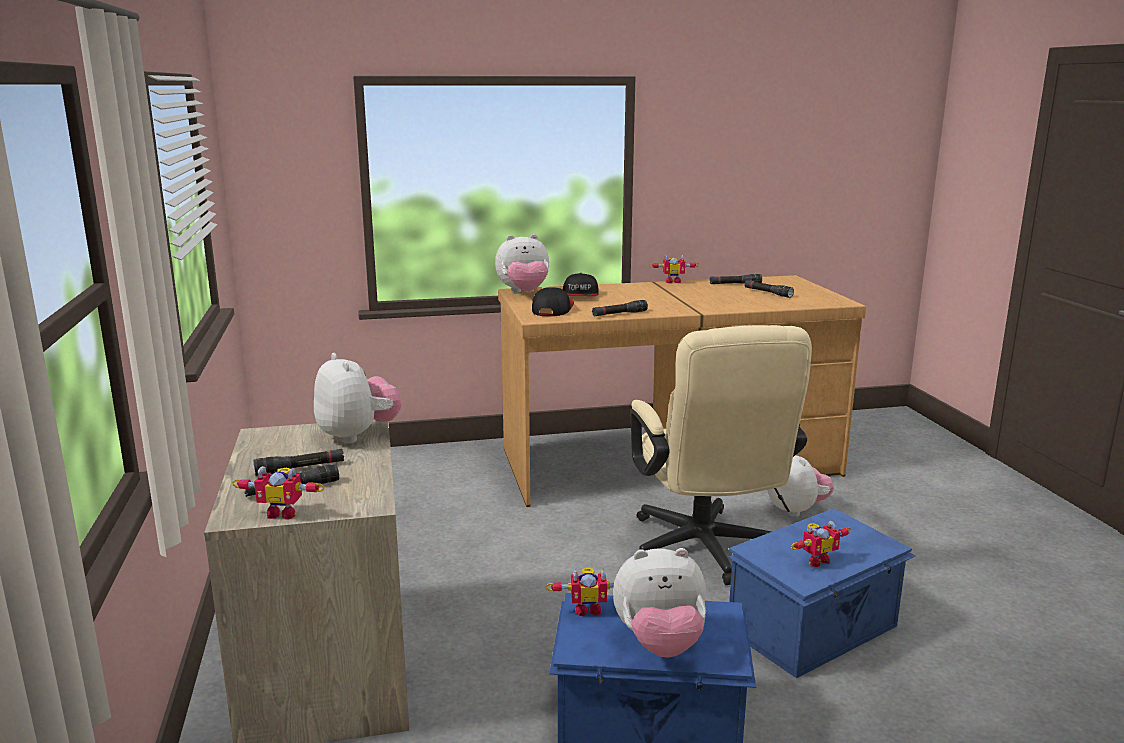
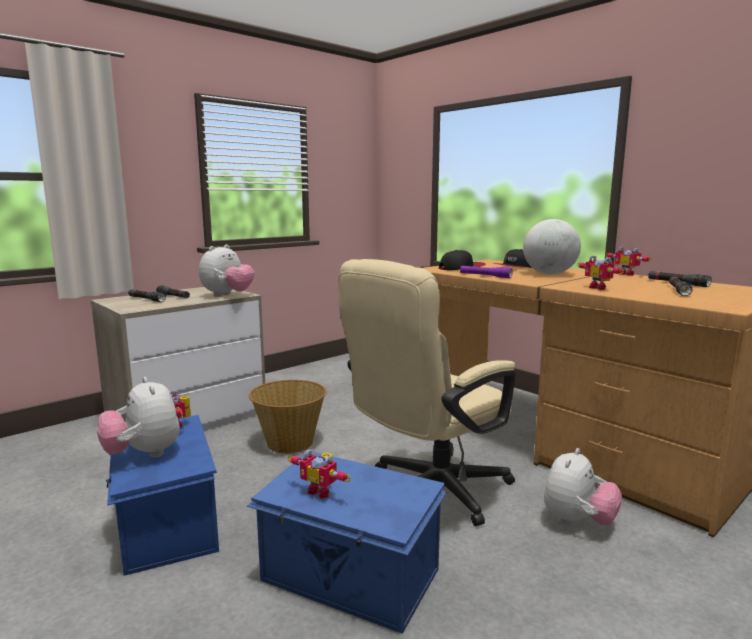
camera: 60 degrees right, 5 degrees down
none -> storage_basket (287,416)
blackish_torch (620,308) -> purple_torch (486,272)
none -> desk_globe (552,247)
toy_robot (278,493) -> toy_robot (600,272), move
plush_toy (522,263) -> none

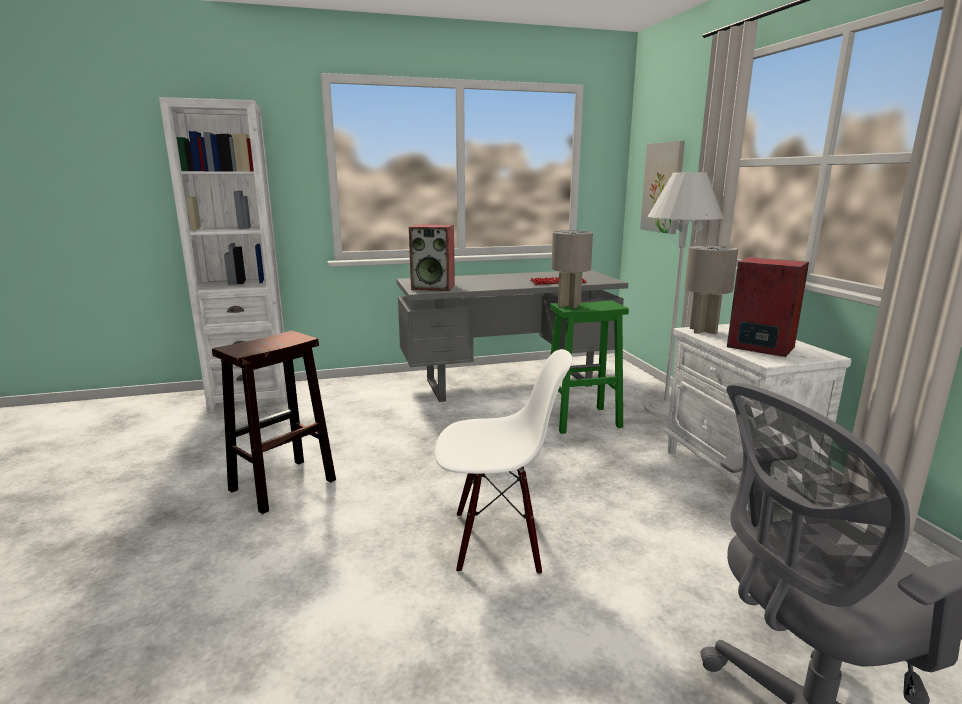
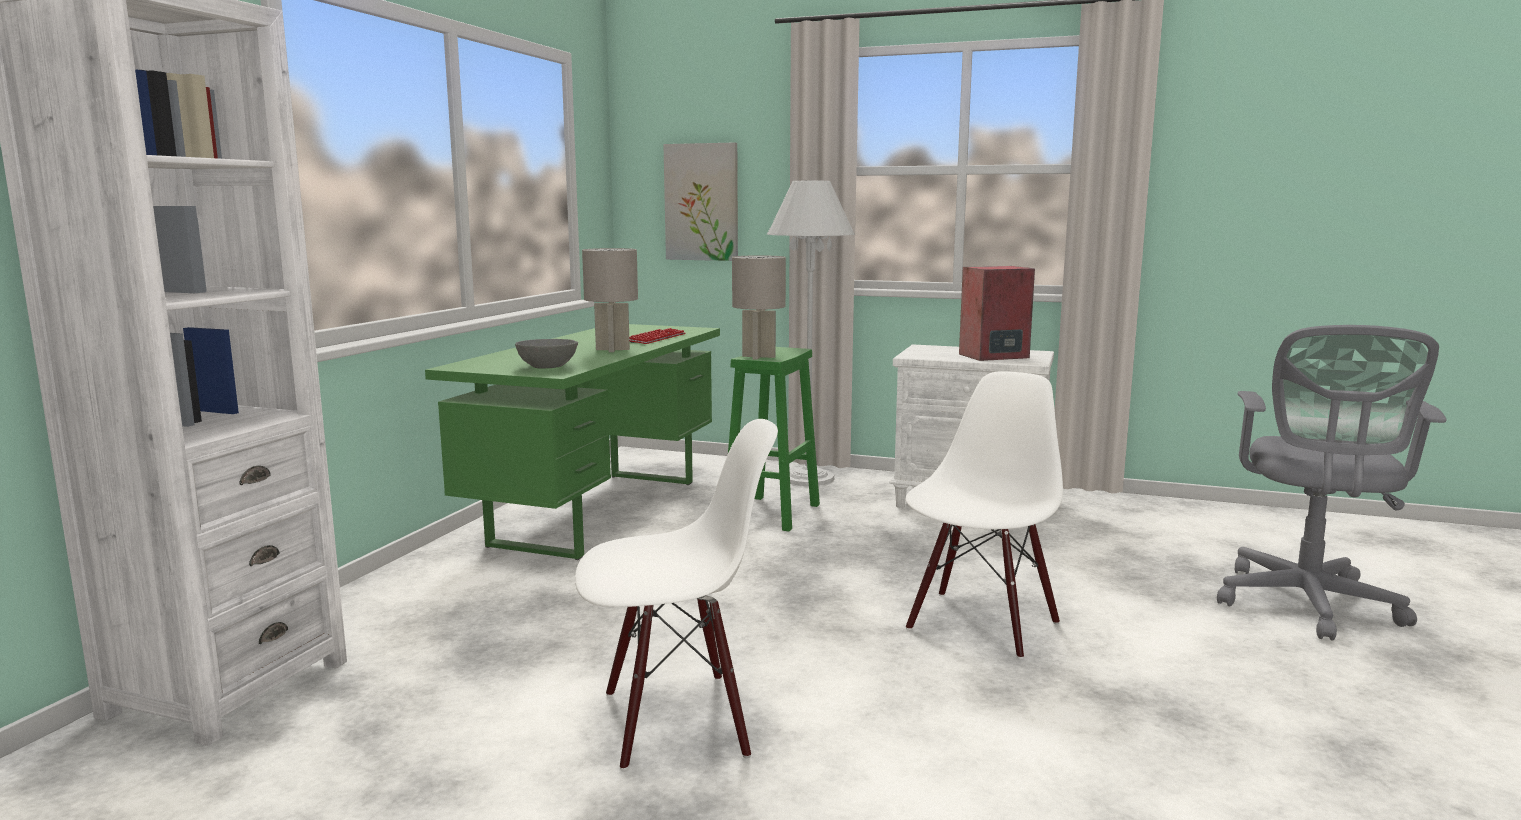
camera: 55 degrees left, 5 degrees down
gray_desk (512,336) -> greenish_desk (572,442)
loudspeaker (432,257) -> gray_deep_dish (546,354)
brown_stool (274,422) -> white-coloured_upright_chair (676,595)
gray_tabletop_lamp (711,289) -> gray_tabletop_lamp (610,300), move

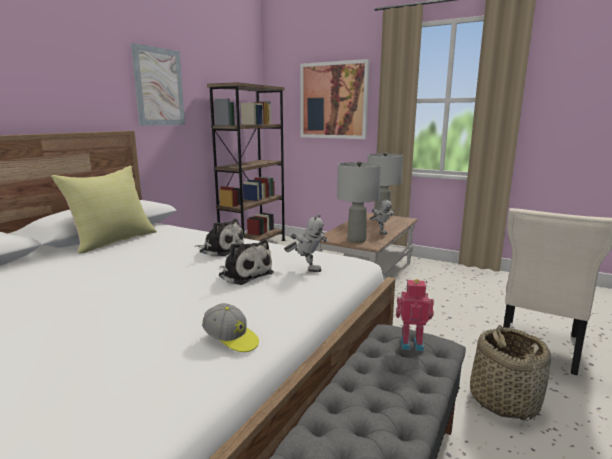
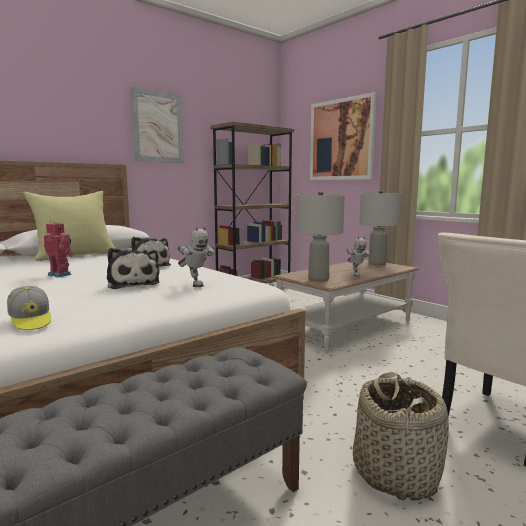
camera: 20 degrees right, 5 degrees down
toy_robot (415,315) -> toy_robot (59,249), move

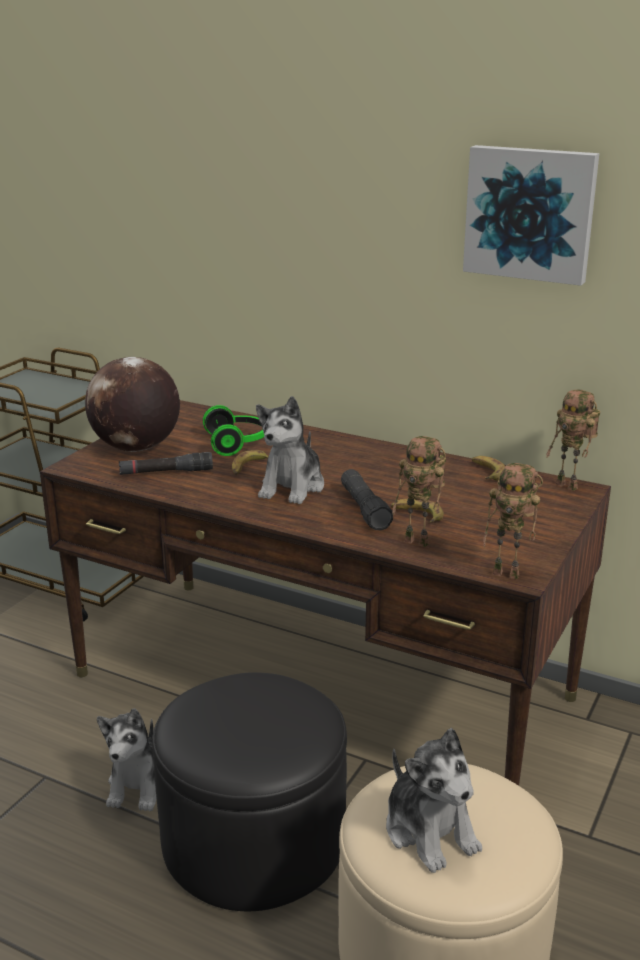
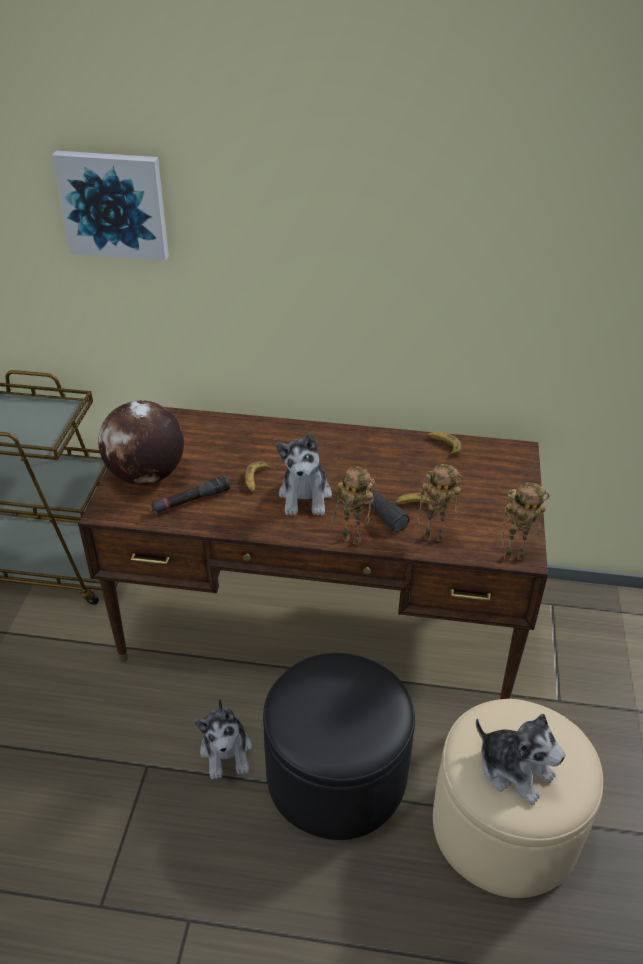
camera: 20 degrees left, 15 degrees up
picture (531,215) -> picture (110,206), move
toy_robot (573,440) -> toy_robot (353,506), move
headset (233,430) -> none

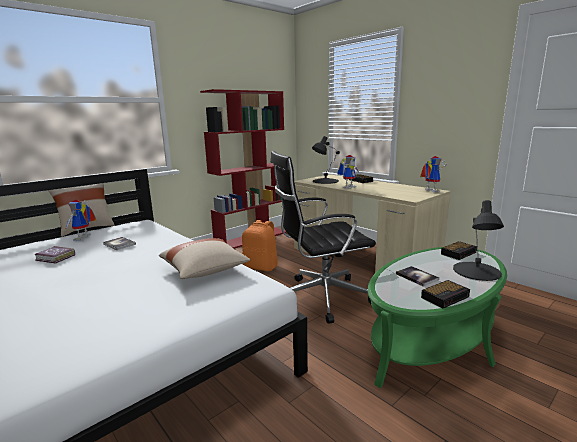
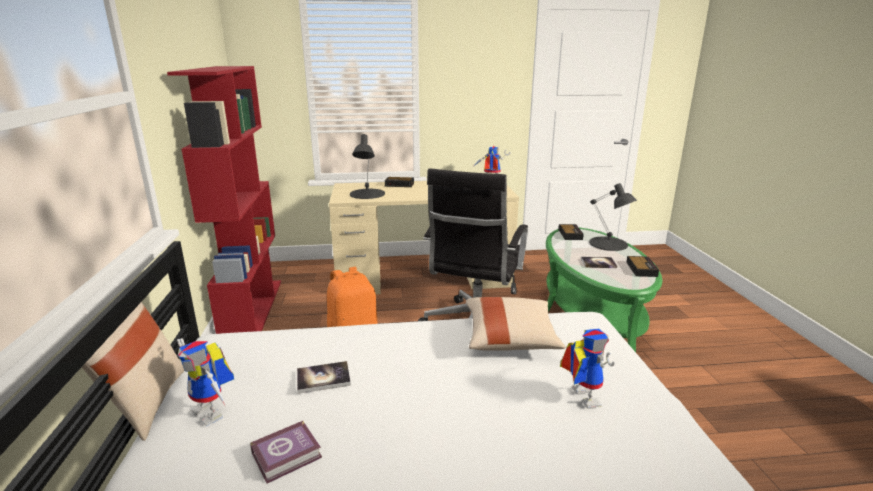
camera: 55 degrees left, 5 degrees up
toy_robot (348,172) -> toy_robot (587,368), move

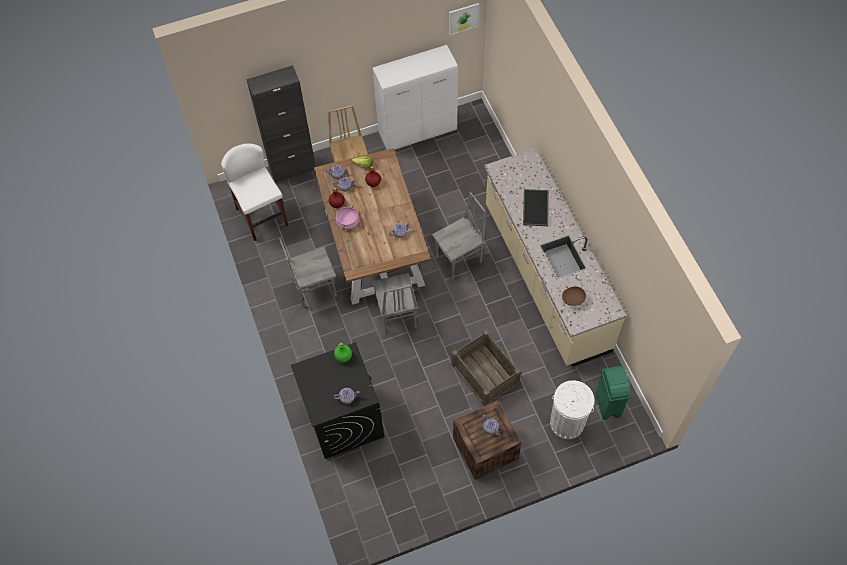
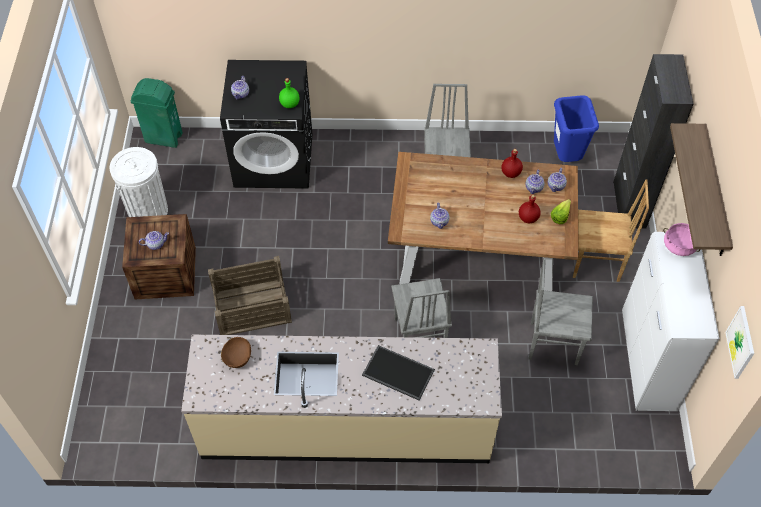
camera: 110 degrees right, 5 degrees down
white-coloured_waste_bin (572,409) -> white-coloured_waste_bin (138,182), move
greenish_waste_bin (613,393) -> greenish_waste_bin (156,113), move
gray_upright_chair (395,304) -> gray_upright_chair (561,311), move
white-coloured_stool (254,192) -> blue_waste_bin (576,128)
pink-coloured_saucepot (347,218) -> pink-coloured_saucepot (681,239), move
none -> wall_shelf (701,189)

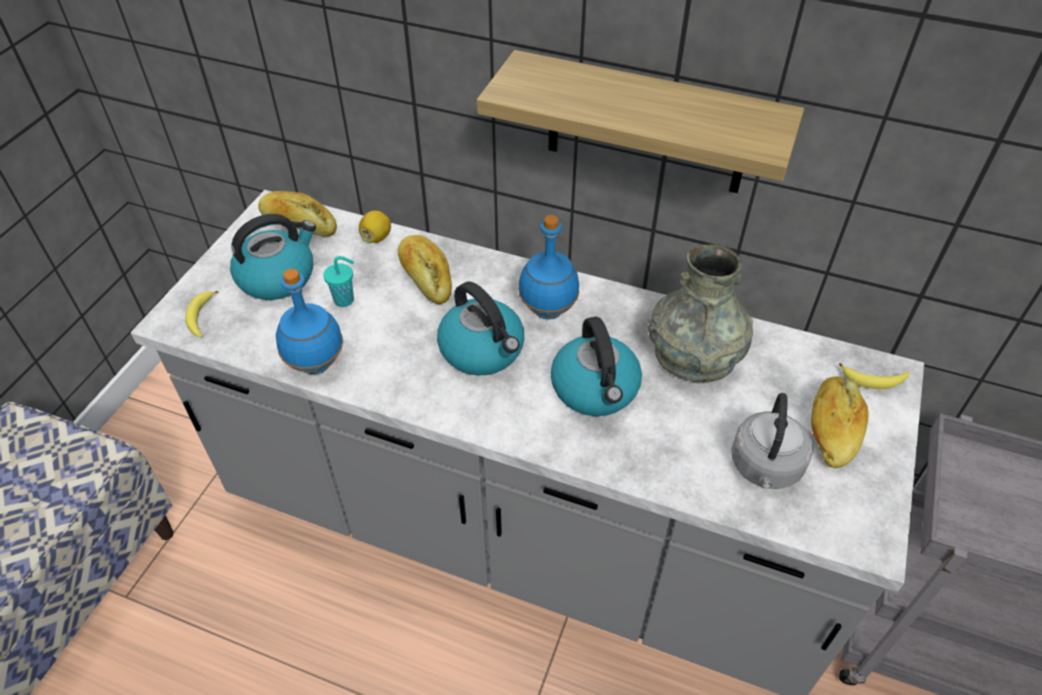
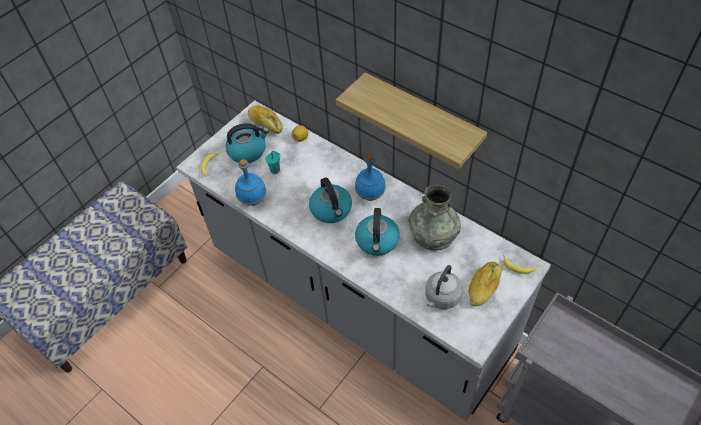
camera: 20 degrees right, 5 degrees up
bakery_bread (425,269) -> none

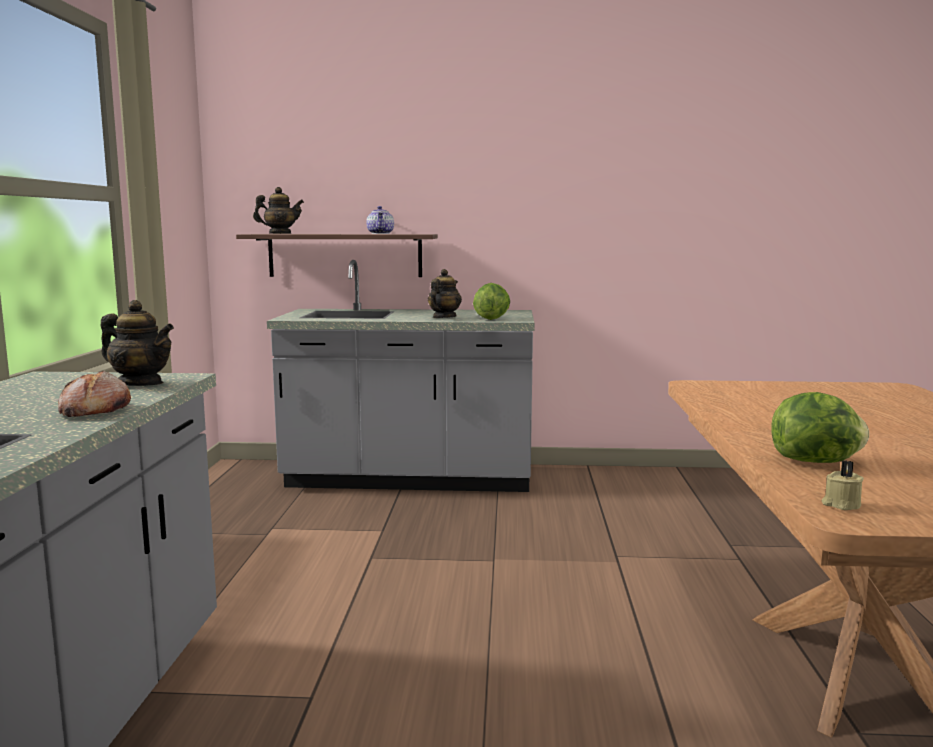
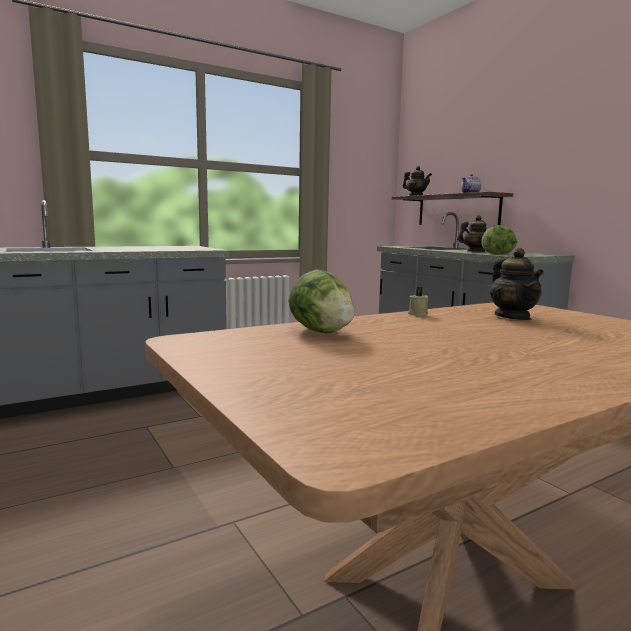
camera: 55 degrees right, 0 degrees up
sand-coloured_candle (843,485) -> sand-coloured_candle (418,301), move
tea_pot (137,343) -> tea_pot (517,284), move
bakery_bread (94,394) -> none

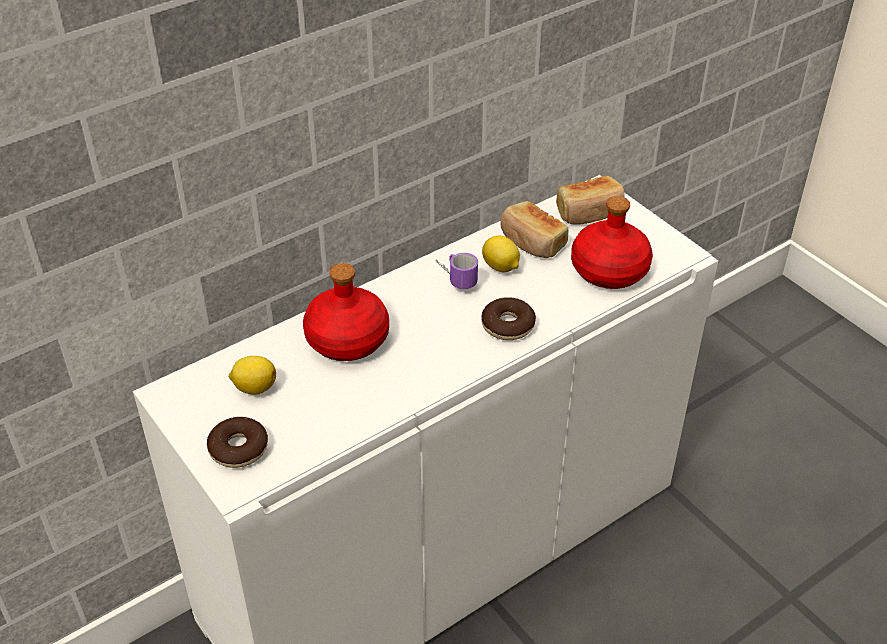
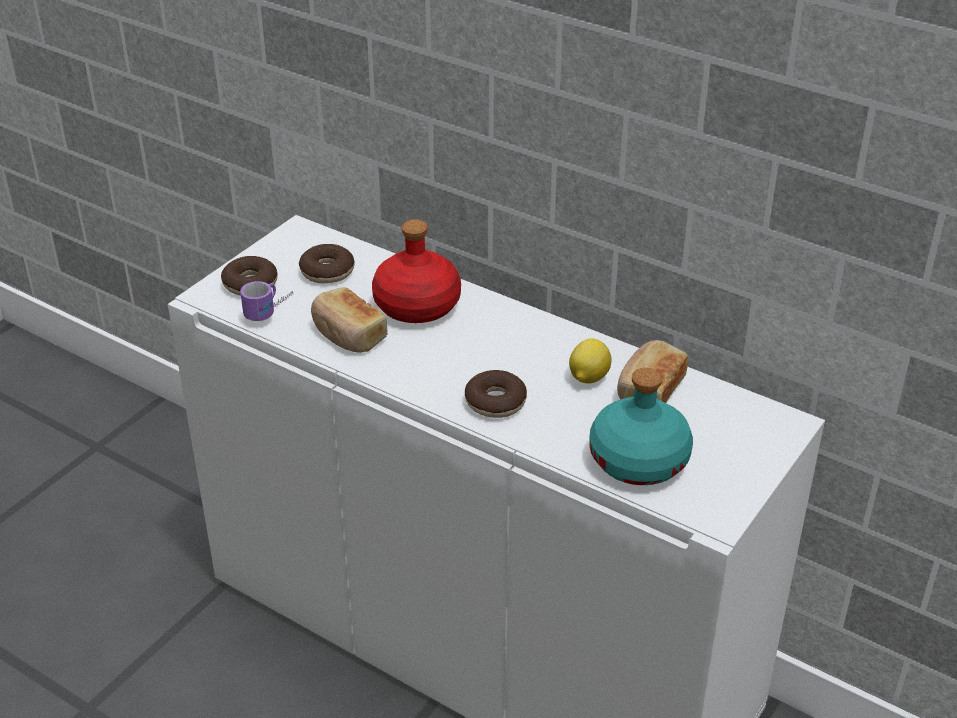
camera: 70 degrees right, 5 degrees down
mug (457,271) -> mug (266,301), move
citrus_fruit (252,375) -> ring_doughnut (327,263)
bakery_bread (590,200) -> bakery_bread (349,320), move
red-coloured_drink_bottle (612,242) -> turquoise_drink_bottle (641,426)

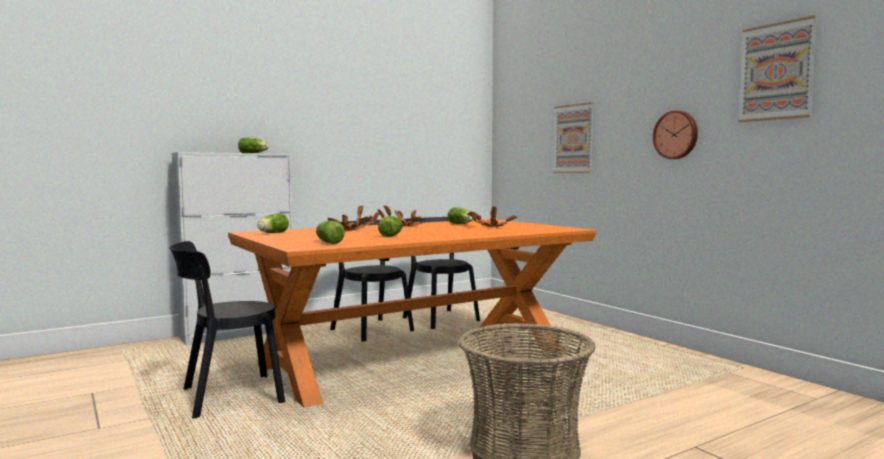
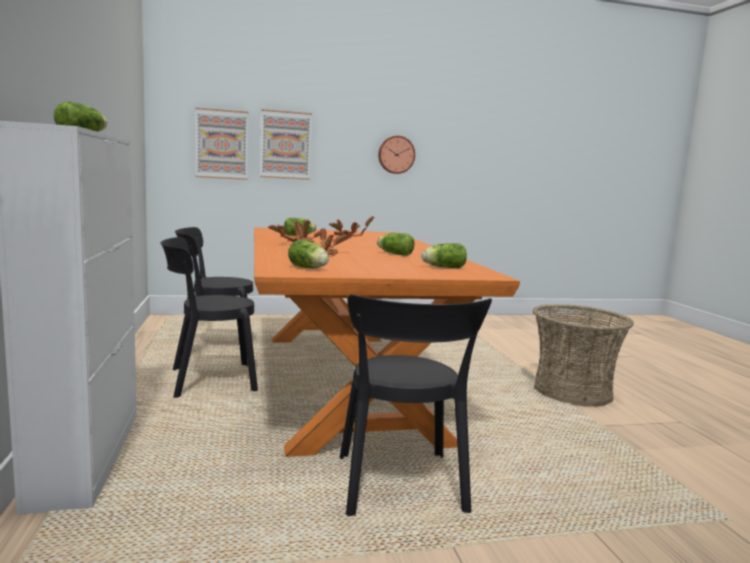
camera: 70 degrees left, 5 degrees up
picture (778,68) -> picture (222,143), move

